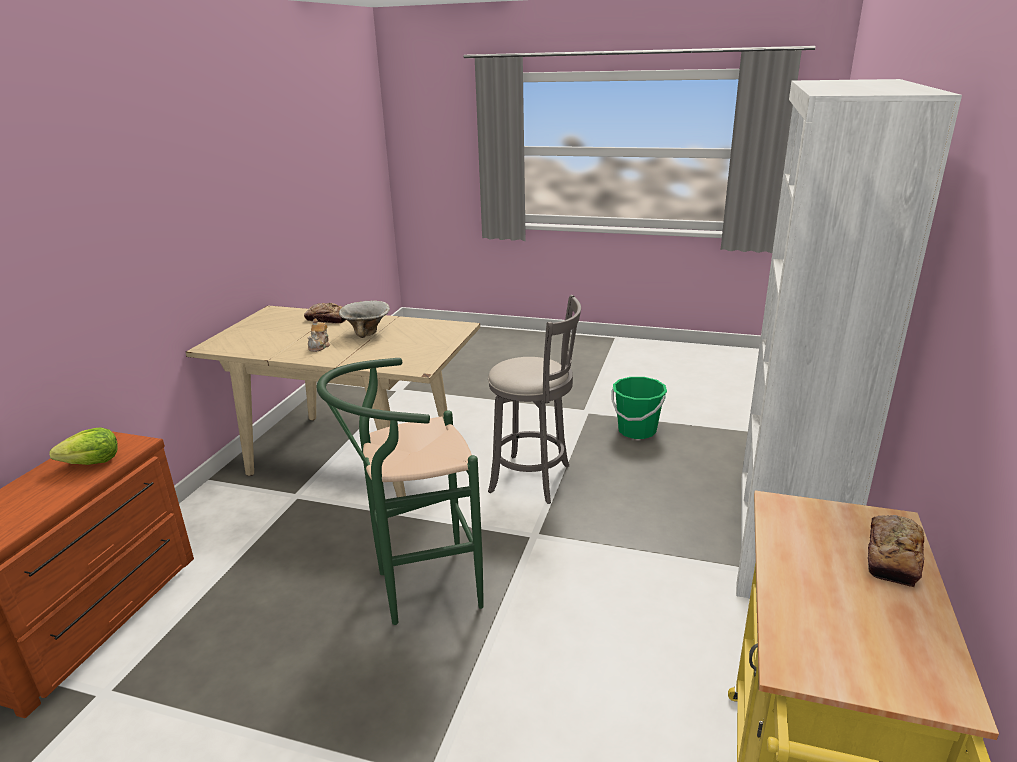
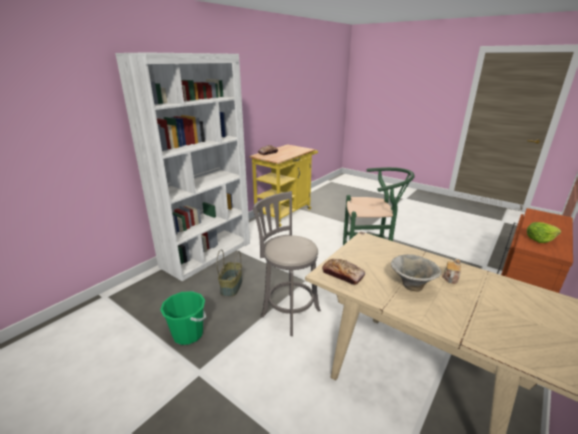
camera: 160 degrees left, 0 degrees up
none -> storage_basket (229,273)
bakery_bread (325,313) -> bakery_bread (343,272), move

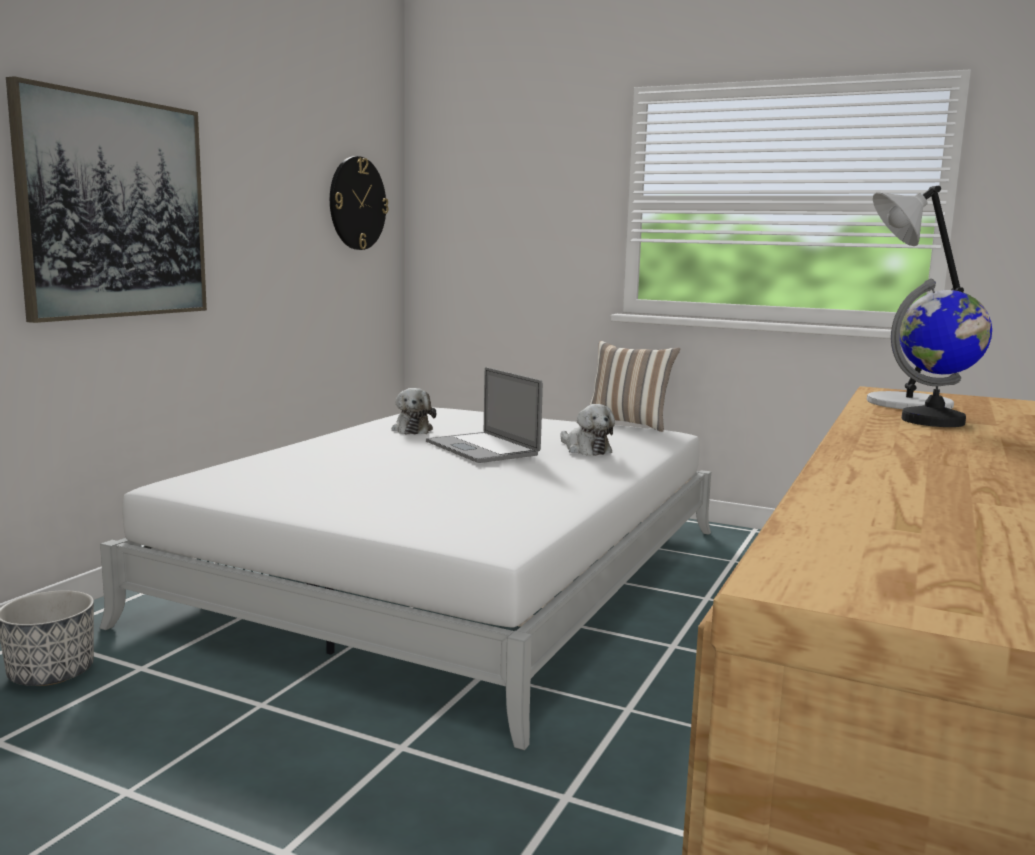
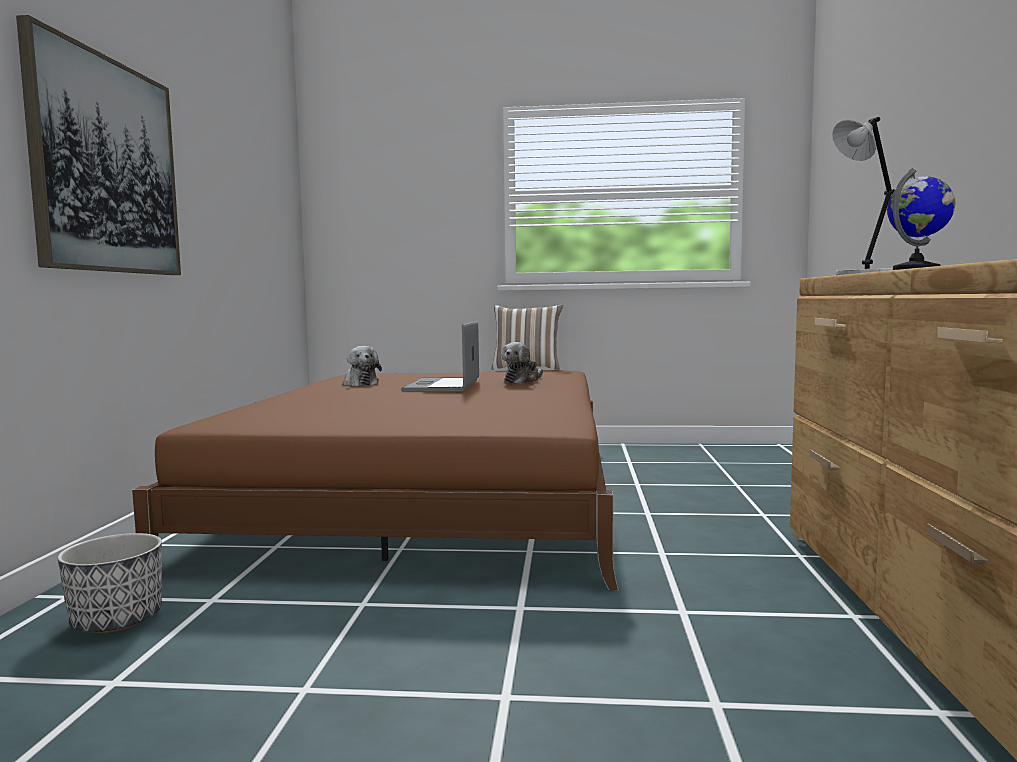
camera: 20 degrees left, 5 degrees down
white-coloured_sleeping_bed (405,579) -> brown_sleeping_bed (375,480)
notebook_computer (484,415) -> notebook_computer (440,356), 60 degrees clockwise
plush_toy (588,430) -> plush_toy (522,363), 90 degrees clockwise
clock_on_the_wall (359,203) -> none

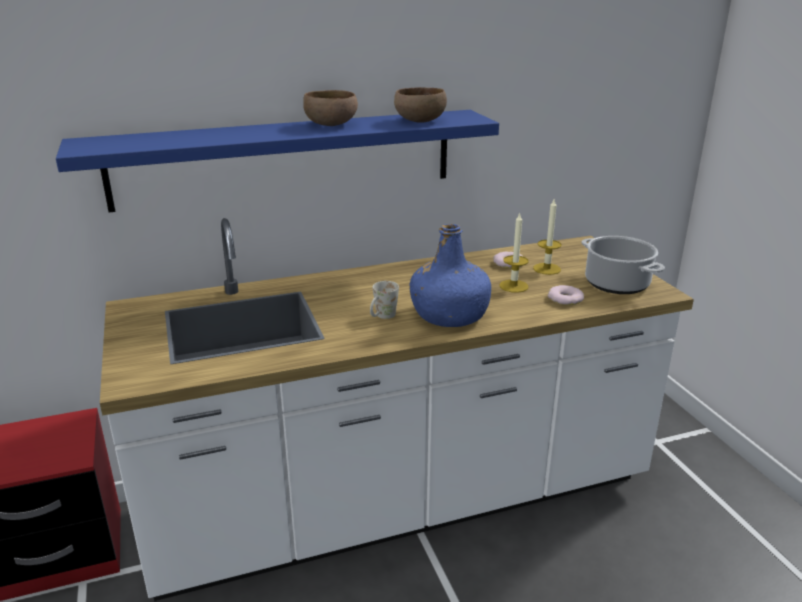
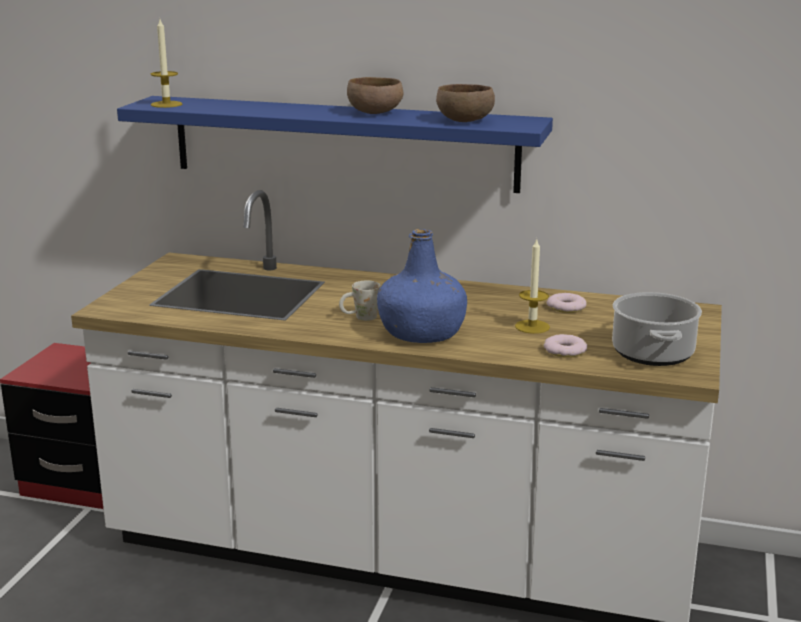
camera: 35 degrees right, 5 degrees down
candle (547,237) -> candle (166,63), move

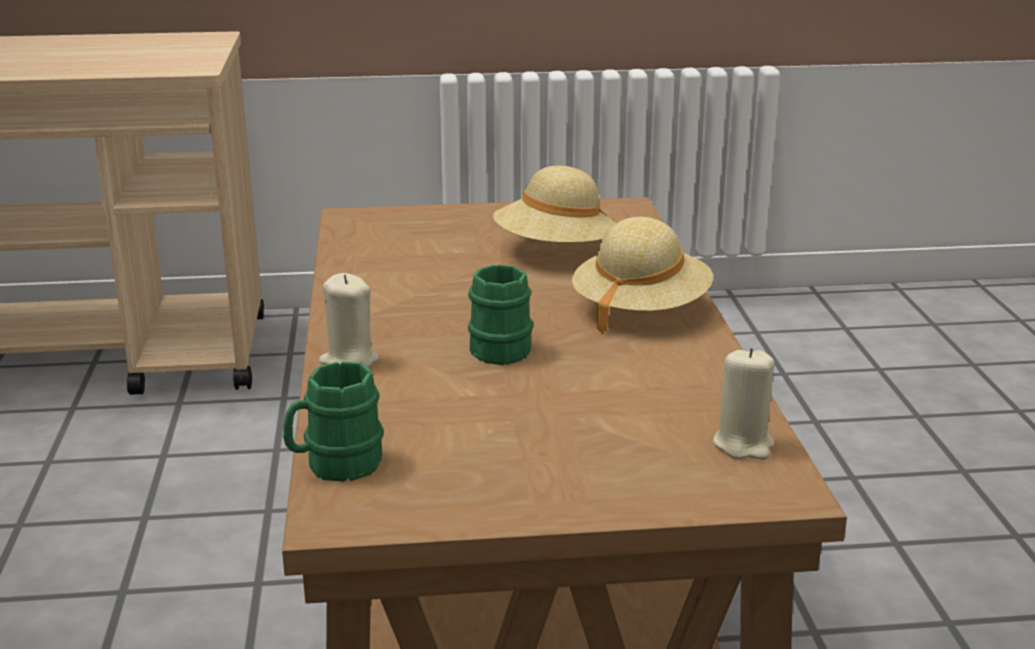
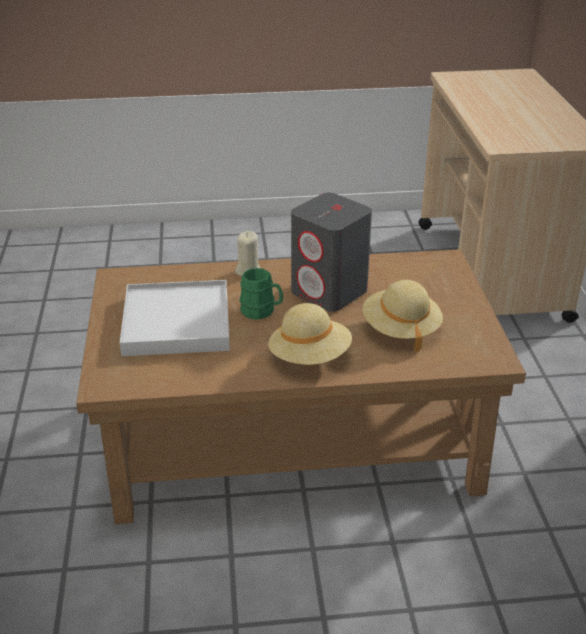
camera: 90 degrees right, 10 degrees up
none -> white-coloured_tray (175,318)
none -> gray_loudspeaker (331,252)
greenish_mug (333,421) -> none
sand-coloured_candle (743,404) -> none

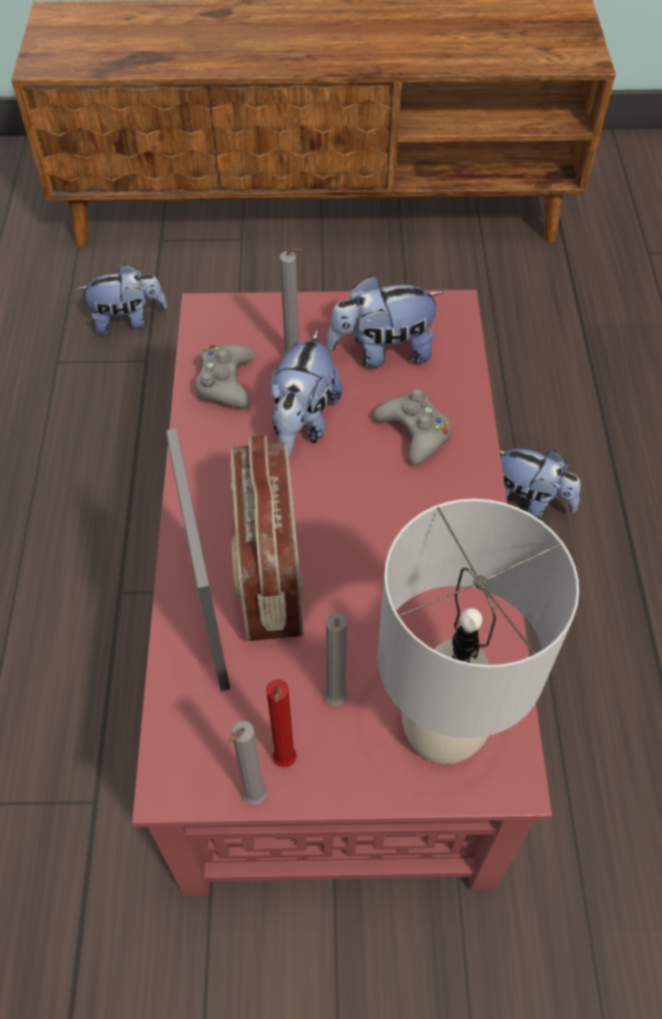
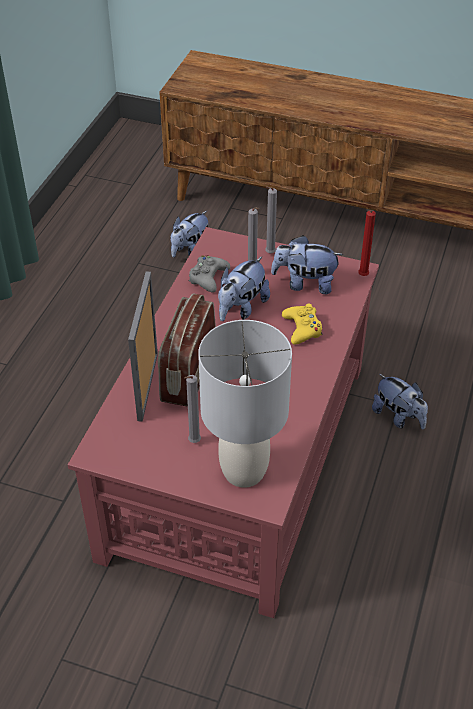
camera: 20 degrees right, 10 degrees down
plush_toy (122,299) -> plush_toy (189,234), 120 degrees clockwise
gray_candle (247,762) -> gray_candle (271,220), move
gray_game_controller (412,427) -> yellowish_game_controller (302,324)
red-coloured_candle (281,723) -> red-coloured_candle (367,243), move

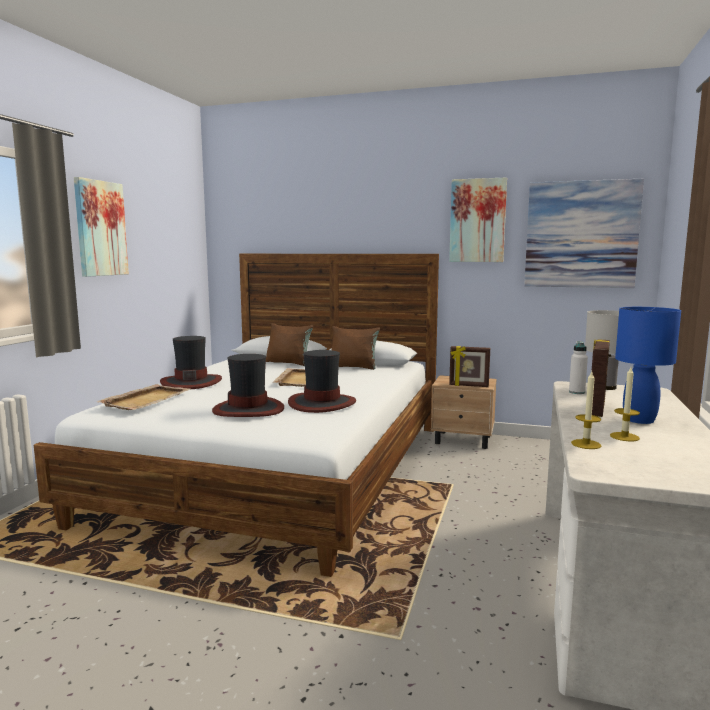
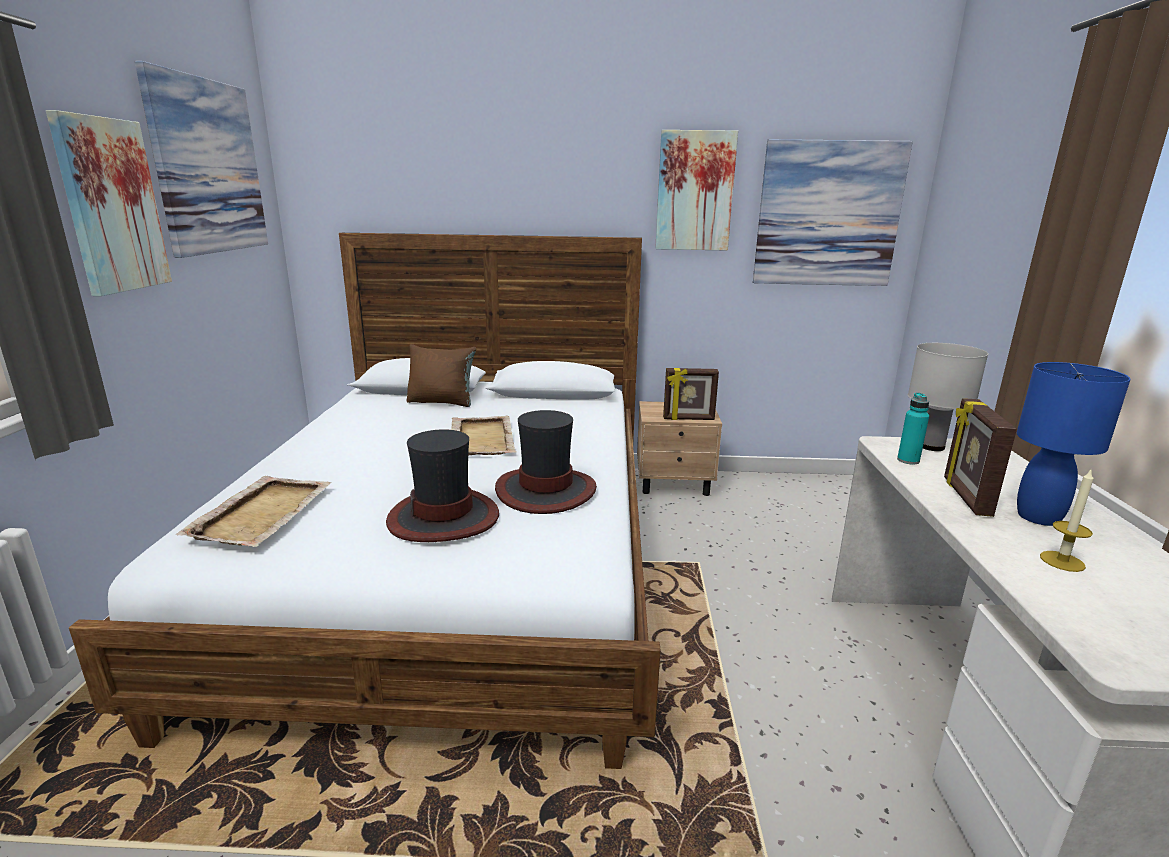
camera: 15 degrees left, 10 degrees up
none -> picture (201,159)
white-coloured_drink_bottle (578,367) -> turquoise_drink_bottle (913,428)
hat (191,362) -> none
brown_cushion (356,348) -> none
candle (586,410) -> none

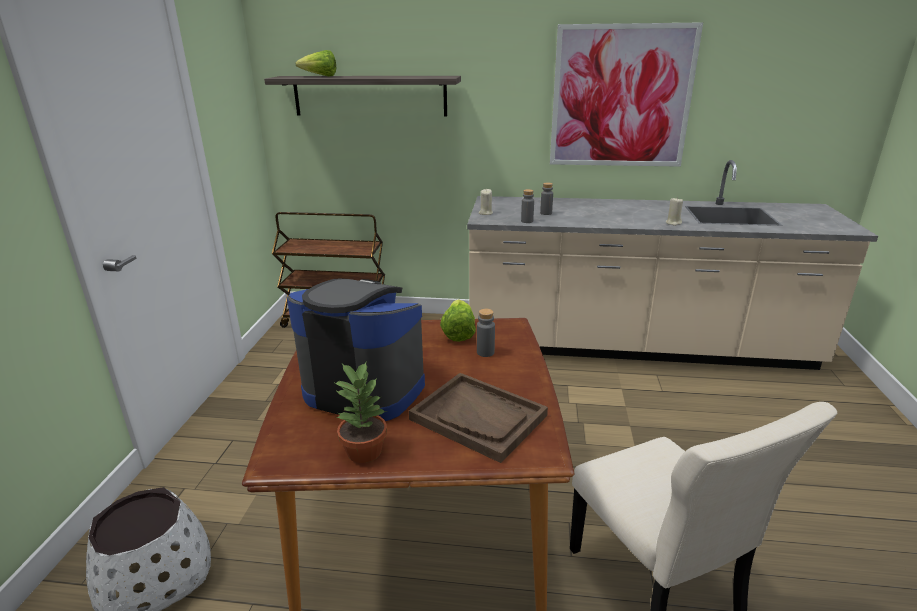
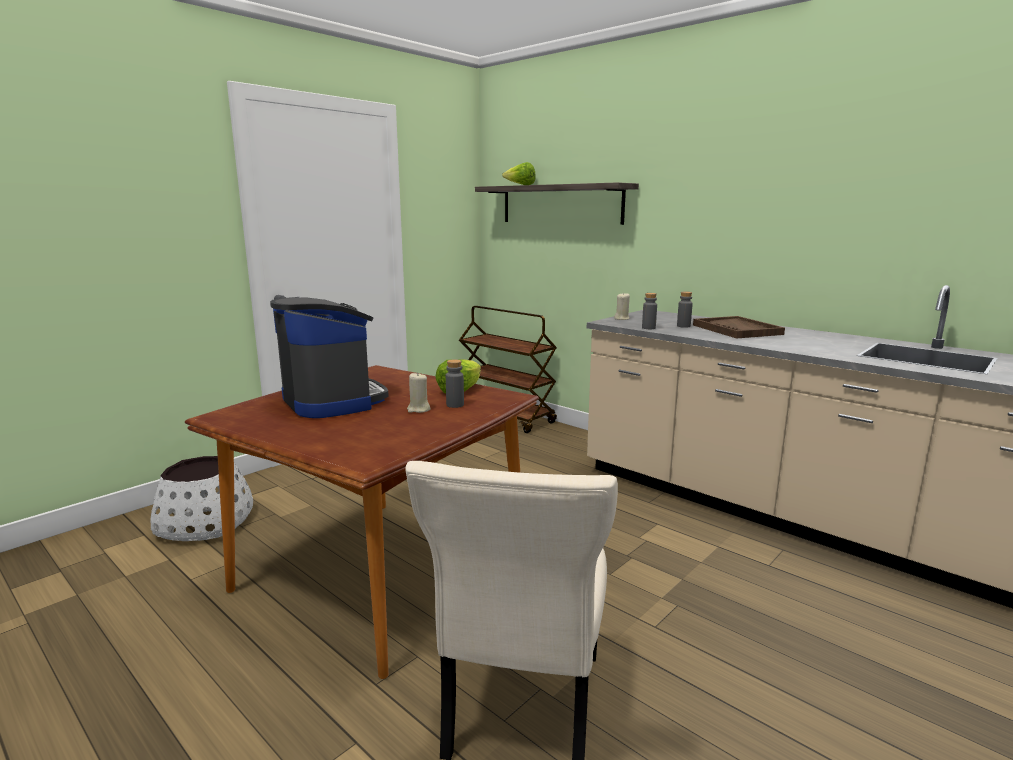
camera: 35 degrees right, 10 degrees down
sand-coloured_candle (674,211) -> sand-coloured_candle (419,392), move
brown_tray (478,418) -> brown_tray (739,327), move
plant_in_a_pot (360,412) -> none
picture (626,94) -> none

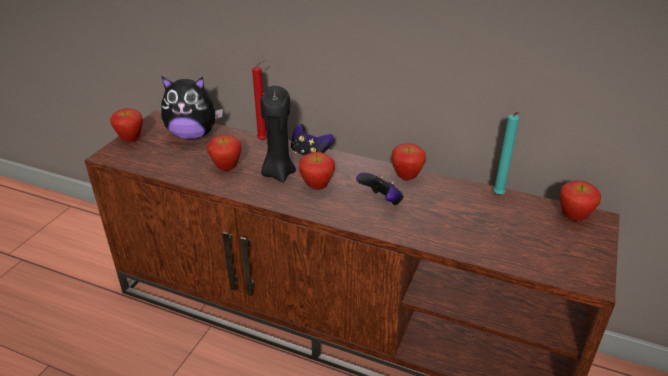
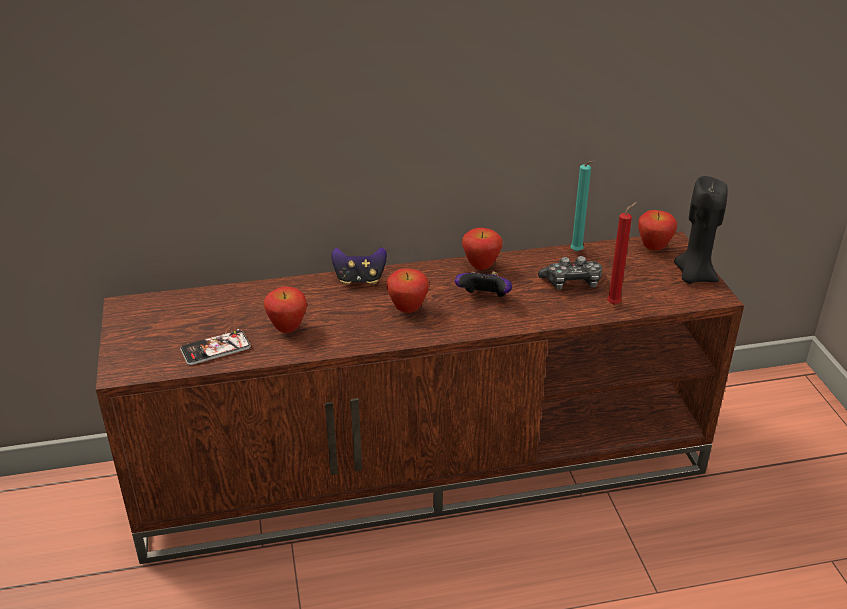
camera: 35 degrees left, 0 degrees up
none -> telephone (215,347)
none -> game_controller (570,273)
red-coloured_candle (259,100) -> red-coloured_candle (622,253), move
blackish_candle (278,134) -> blackish_candle (701,230), move
whole_apple (126,125) -> none
plush_toy (192,108) -> none

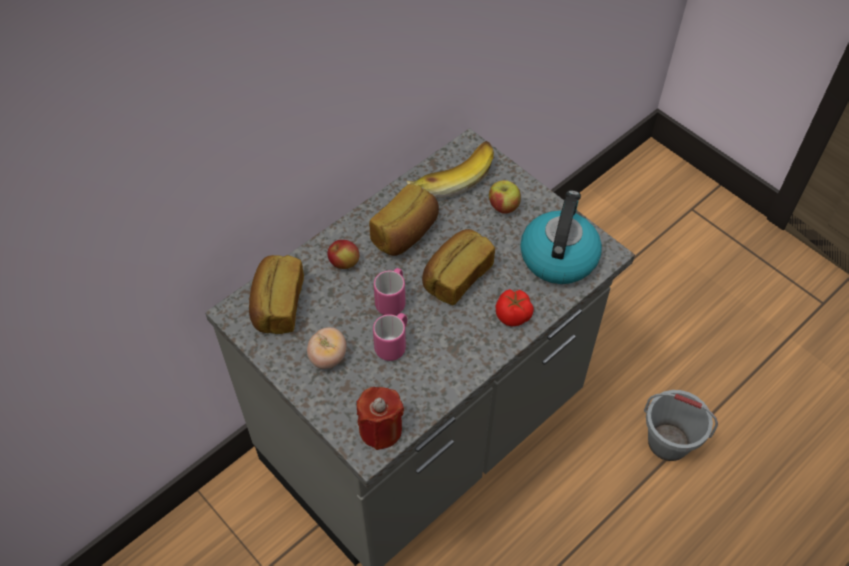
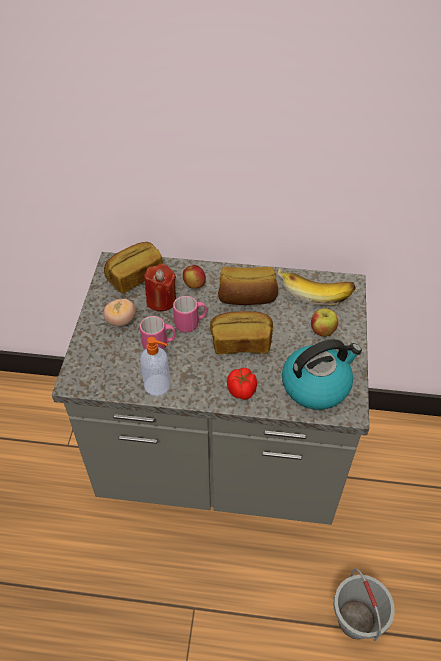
camera: 50 degrees right, 5 degrees down
none -> soap_dispenser (155,366)
red-coloured_candle (380,418) -> red-coloured_candle (160,287), move

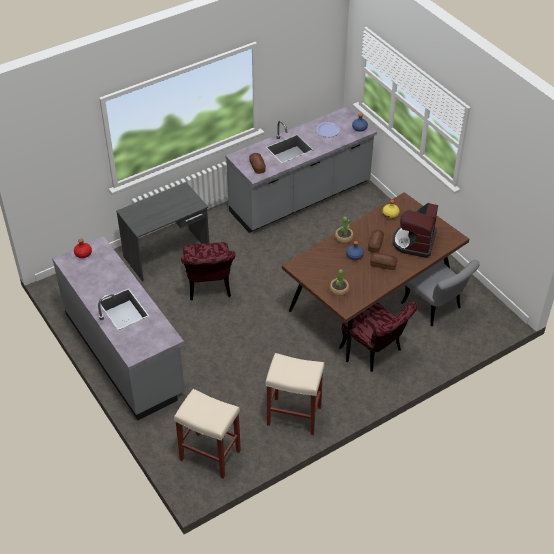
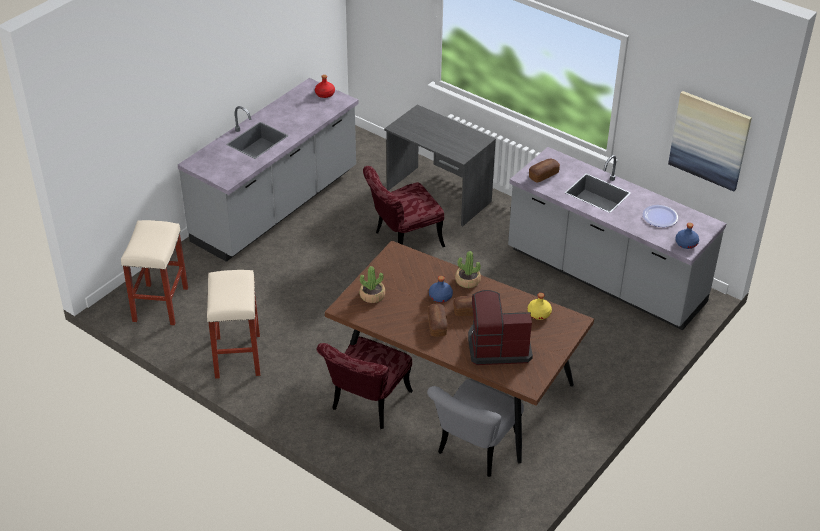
camera: 70 degrees right, 5 degrees down
none -> picture (710,141)

